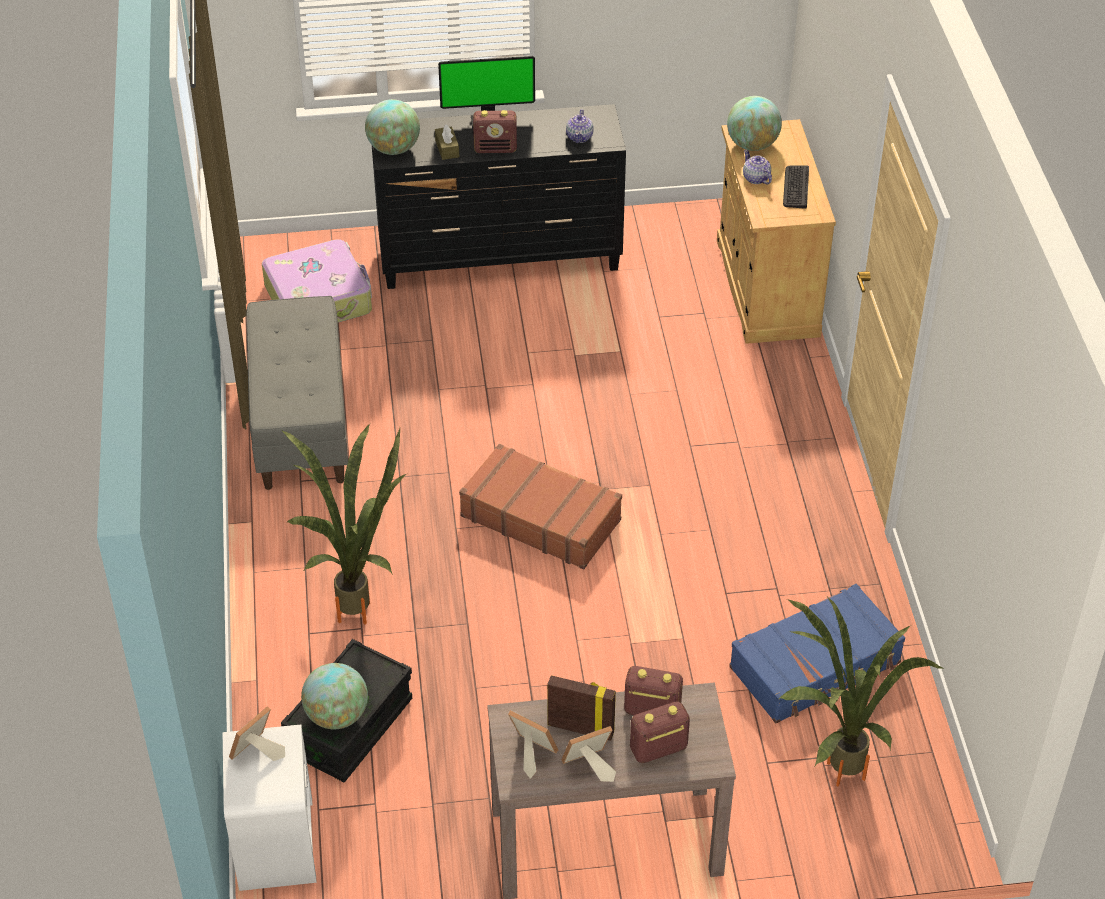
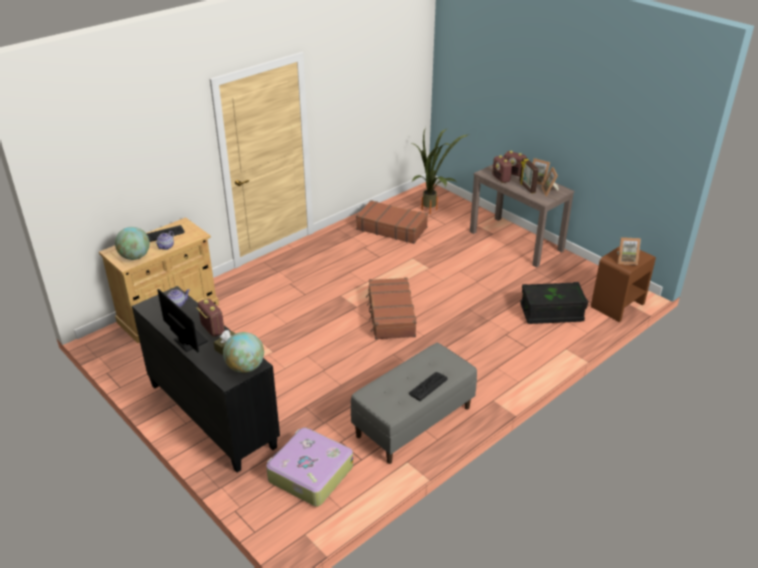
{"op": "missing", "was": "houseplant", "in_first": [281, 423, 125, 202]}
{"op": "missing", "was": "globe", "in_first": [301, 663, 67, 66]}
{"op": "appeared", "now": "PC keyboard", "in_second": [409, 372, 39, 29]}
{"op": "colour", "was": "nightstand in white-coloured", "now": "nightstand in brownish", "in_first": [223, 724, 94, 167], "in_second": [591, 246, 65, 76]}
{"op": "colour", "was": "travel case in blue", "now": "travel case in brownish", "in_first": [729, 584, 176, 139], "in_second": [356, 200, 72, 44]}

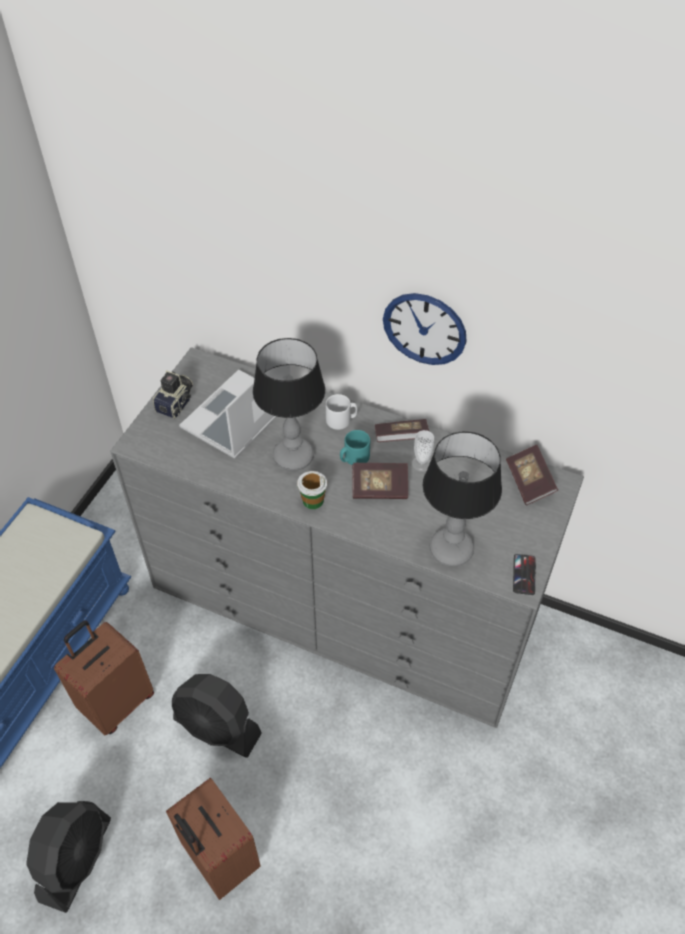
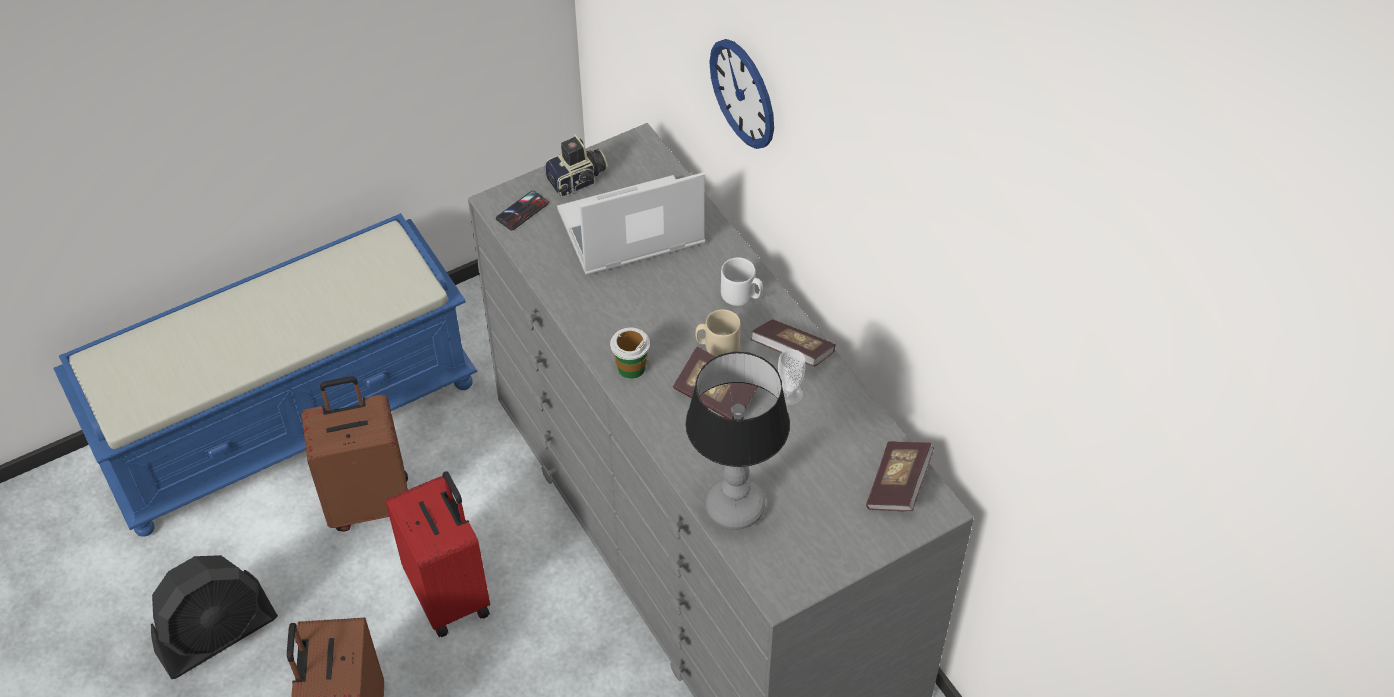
{"op": "missing", "was": "table lamp", "in_first": [253, 338, 72, 133]}
{"op": "relocated", "was": "wall clock", "in_first": [383, 293, 84, 72], "in_second": [710, 39, 64, 110]}
{"op": "relocated", "was": "telephone", "in_first": [513, 554, 23, 41], "in_second": [496, 191, 53, 40]}
{"op": "exchanged", "was": "cooling fan in blackish", "now": "travel case in reddish", "in_first": [172, 674, 90, 84], "in_second": [385, 472, 105, 165]}
{"op": "colour", "was": "coffee mug in blue-green", "now": "coffee mug in beige", "in_first": [340, 430, 30, 35], "in_second": [695, 309, 46, 48]}

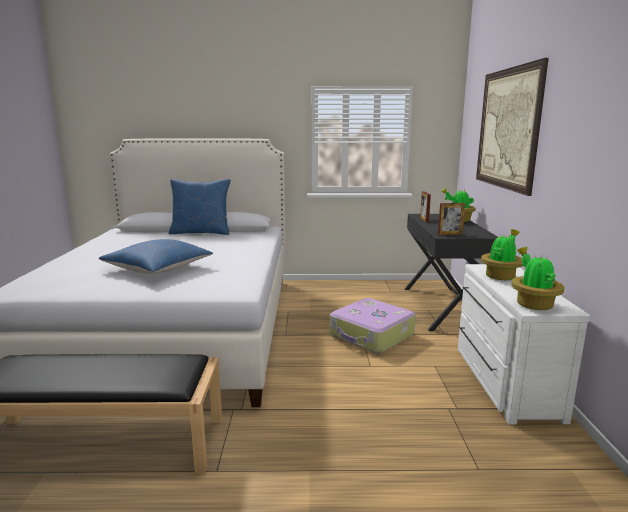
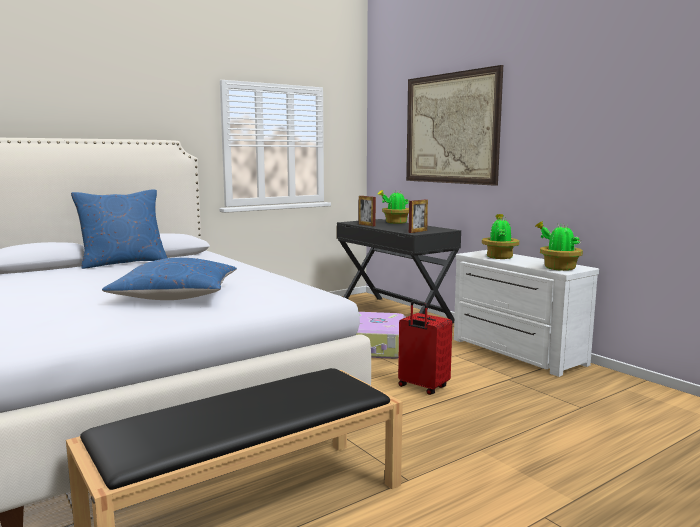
{"op": "appeared", "now": "travel case in reddish", "in_second": [398, 301, 54, 94]}

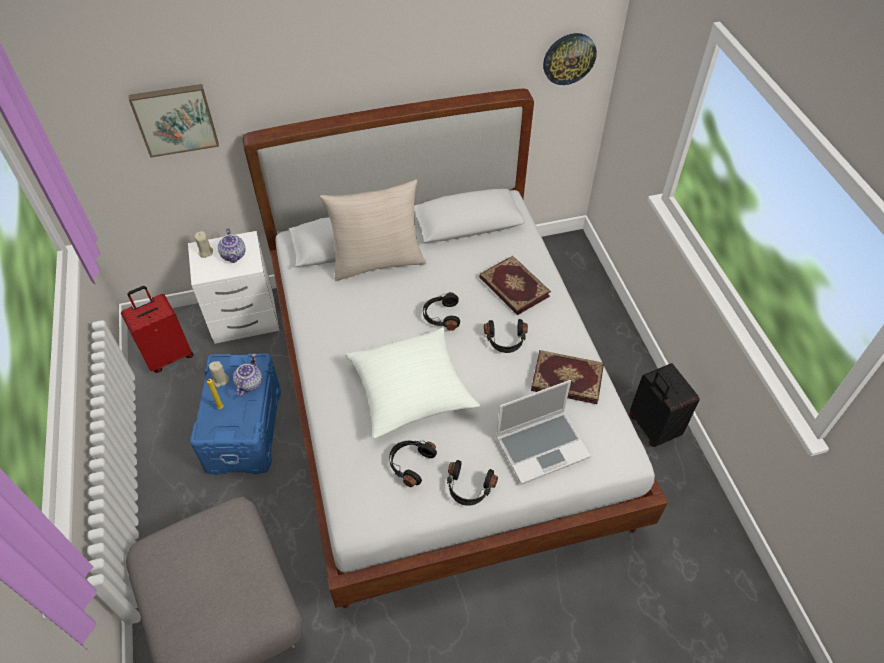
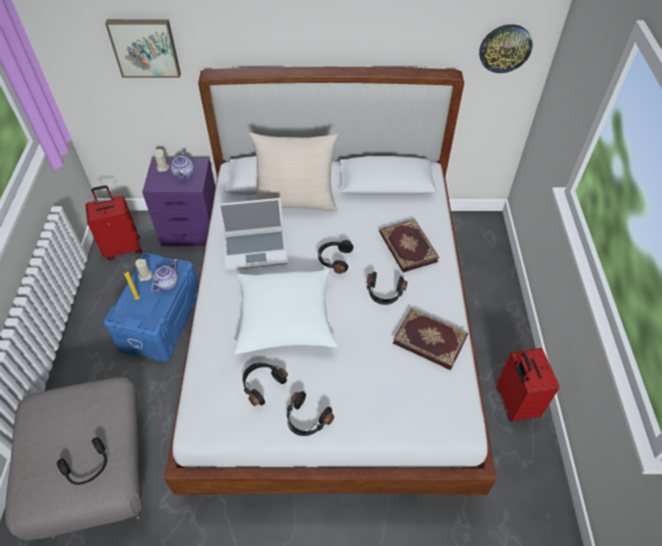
{"op": "appeared", "now": "pair of headphones in blackish", "in_second": [57, 437, 50, 48]}
{"op": "relocated", "was": "notebook computer", "in_first": [496, 380, 95, 105], "in_second": [218, 198, 70, 73]}
{"op": "colour", "was": "nightstand in white-coloured", "now": "nightstand in purple", "in_first": [188, 231, 91, 113], "in_second": [142, 158, 73, 88]}
{"op": "colour", "was": "travel case in blackish", "now": "travel case in reddish", "in_first": [629, 363, 71, 84], "in_second": [496, 348, 63, 73]}

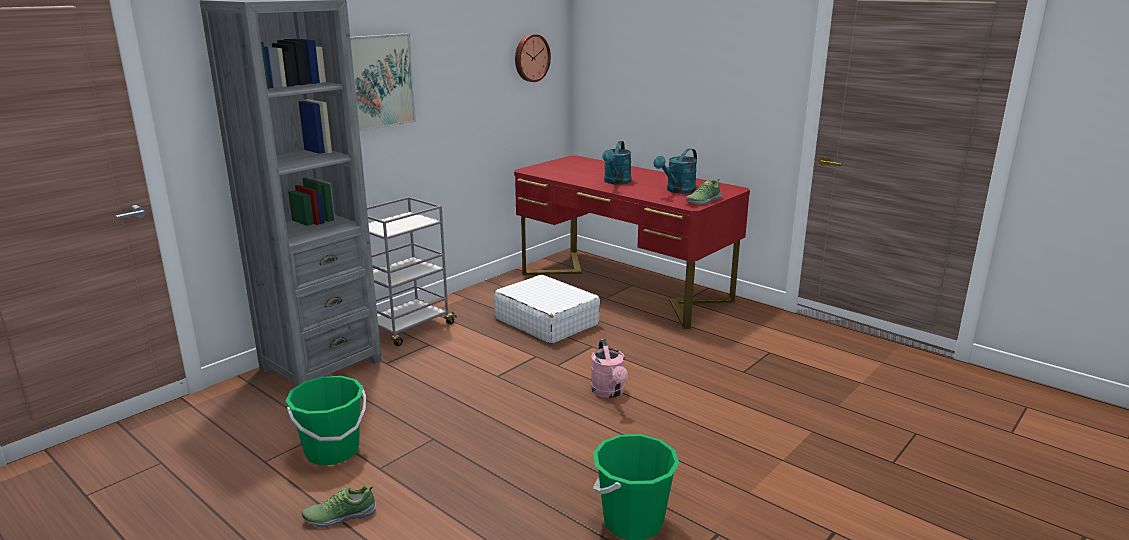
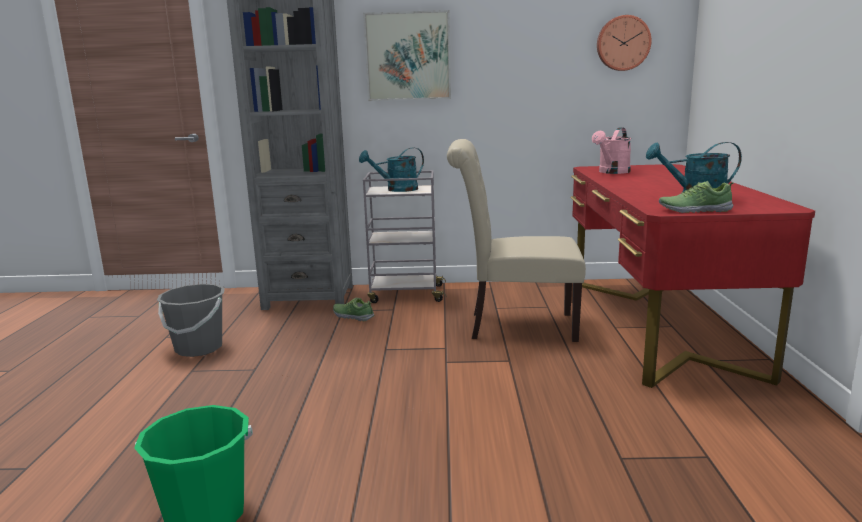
{"op": "relocated", "was": "shoe", "in_first": [302, 486, 74, 42], "in_second": [333, 297, 41, 25]}
{"op": "relocated", "was": "sprinkling can in pinkish", "in_first": [591, 339, 37, 59], "in_second": [592, 127, 39, 47]}
{"op": "relocated", "was": "sprinkling can in blue-green", "in_first": [602, 141, 30, 43], "in_second": [359, 147, 65, 45]}
{"op": "exchanged", "was": "travel case in white-coloured", "now": "upright chair in beige", "in_first": [494, 275, 106, 69], "in_second": [447, 139, 139, 203]}
{"op": "colour", "was": "water bucket in green", "now": "water bucket in gray", "in_first": [285, 376, 81, 89], "in_second": [157, 284, 68, 73]}

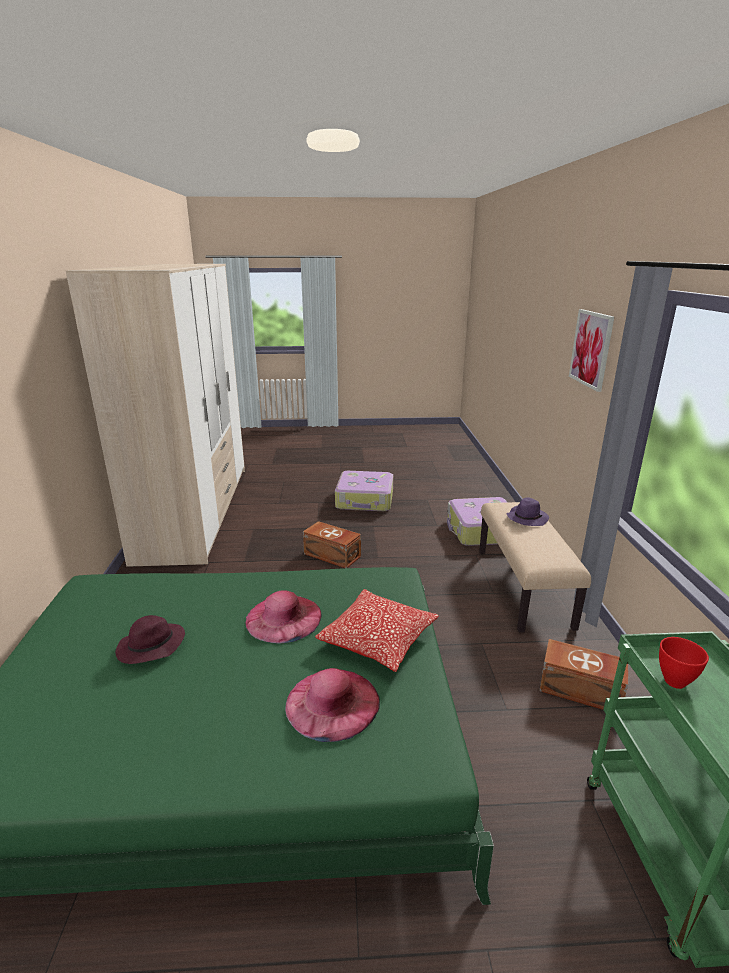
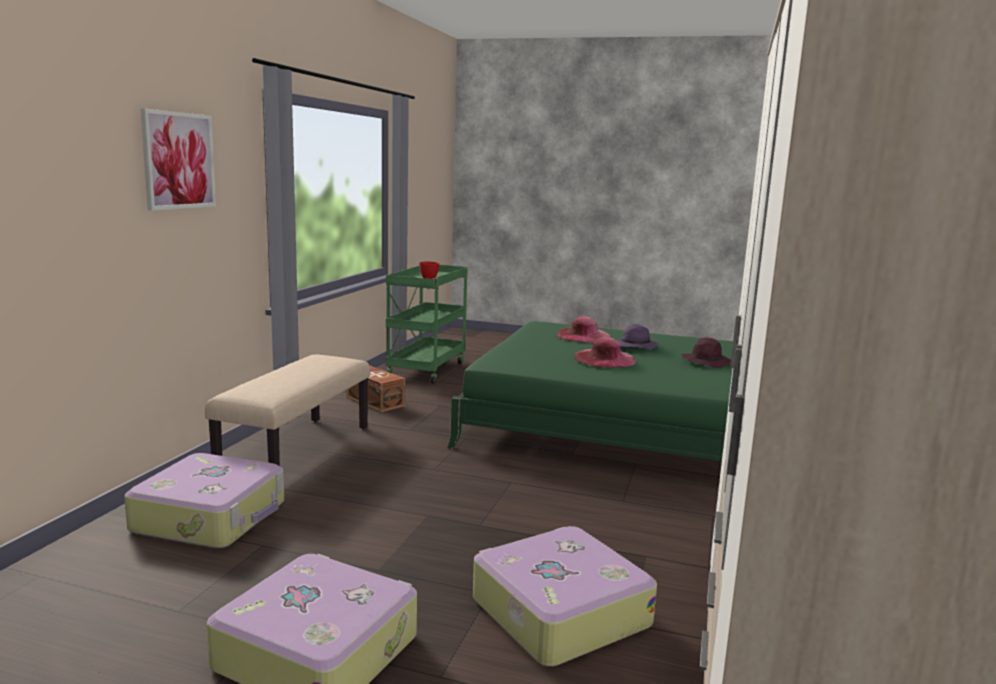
{"op": "missing", "was": "storage bin in brownish", "in_first": [303, 521, 58, 47]}
{"op": "missing", "was": "pillow", "in_first": [315, 589, 124, 83]}
{"op": "appeared", "now": "travel case", "in_second": [473, 526, 184, 141]}
{"op": "relocated", "was": "wearable hat in purple", "in_first": [506, 497, 43, 29], "in_second": [617, 324, 42, 26]}

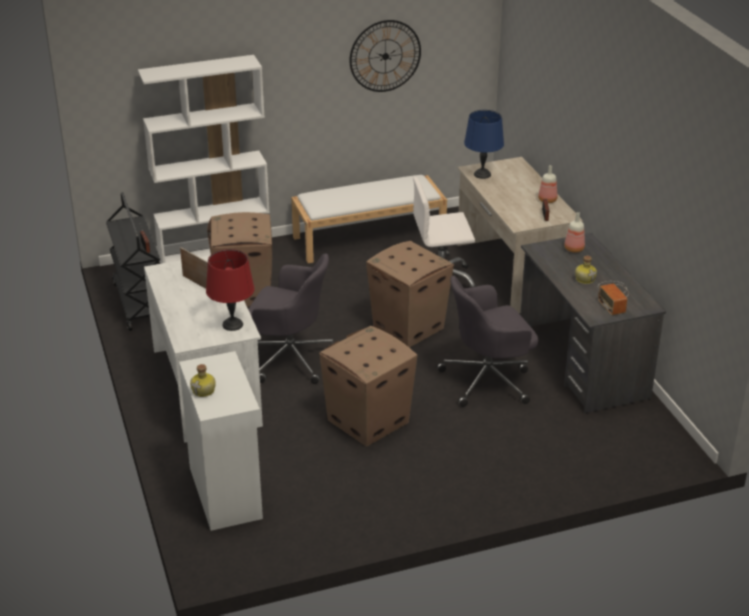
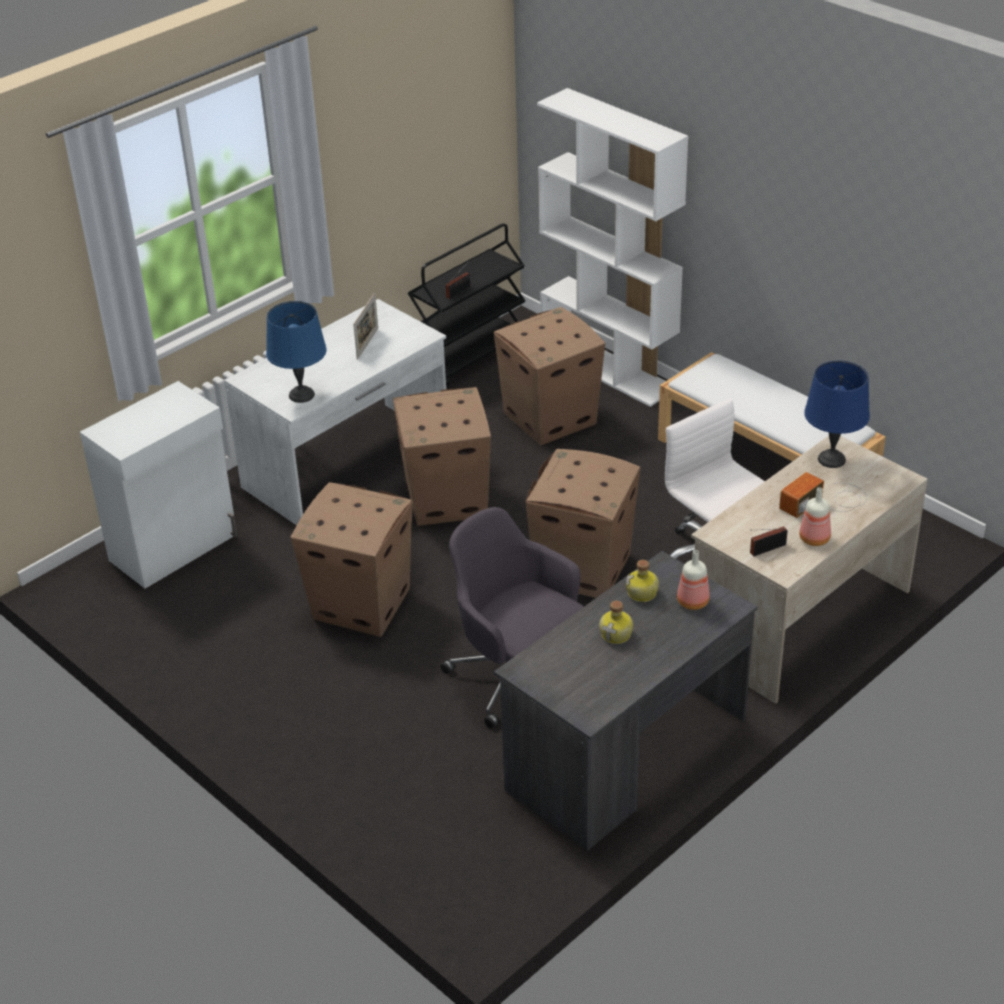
{"op": "missing", "was": "wall clock", "in_first": [350, 20, 71, 72]}
{"op": "relocated", "was": "beverage bottle", "in_first": [190, 364, 26, 33], "in_second": [626, 560, 33, 42]}
{"op": "relocated", "was": "radio", "in_first": [598, 281, 31, 34], "in_second": [779, 472, 88, 46]}
{"op": "exchanged", "was": "desk chair in gray", "now": "packing box", "in_first": [248, 253, 89, 131], "in_second": [393, 387, 98, 139]}
{"op": "colour", "was": "table lamp in reddish", "now": "table lamp in blue", "in_first": [206, 249, 48, 82], "in_second": [266, 301, 61, 102]}

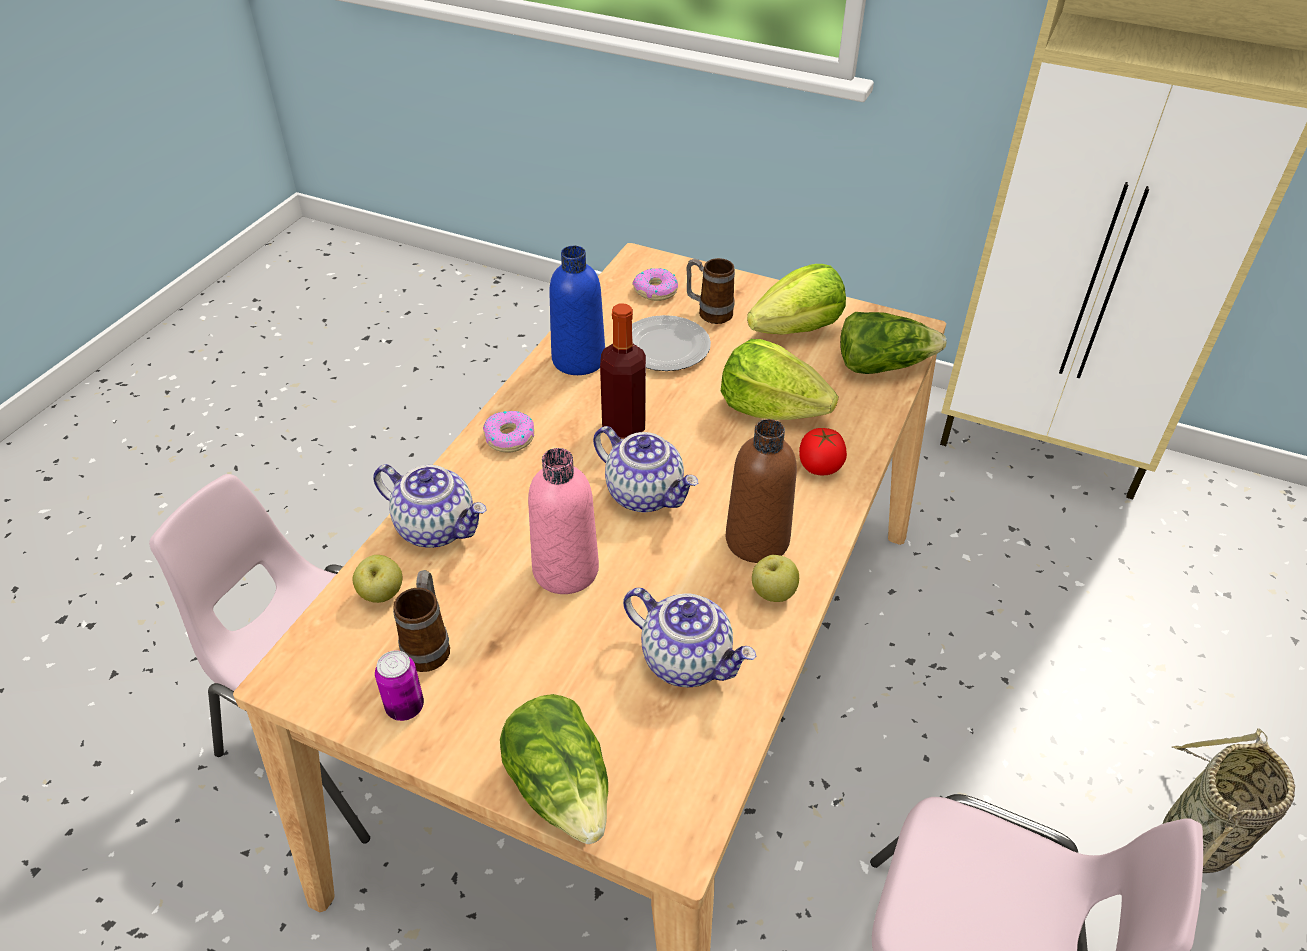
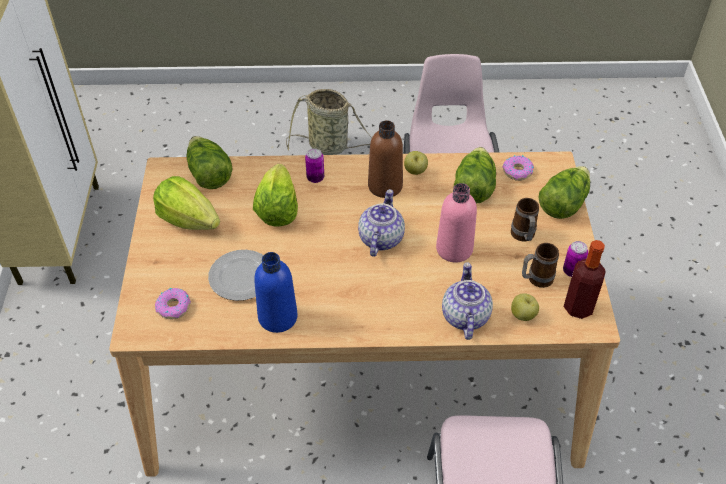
{"op": "relocated", "was": "doughnut", "in_first": [483, 411, 51, 42], "in_second": [502, 155, 32, 26]}
{"op": "relocated", "was": "beverage bottle", "in_first": [600, 304, 46, 135], "in_second": [563, 240, 42, 79]}
{"op": "relocated", "was": "coffee mug", "in_first": [686, 258, 49, 66], "in_second": [511, 198, 28, 43]}
{"op": "exchanged", "was": "tea pot", "now": "lettuce", "in_first": [623, 588, 134, 99], "in_second": [454, 147, 42, 57]}
{"op": "exchanged", "was": "fresh tomato", "now": "can", "in_first": [799, 428, 48, 47], "in_second": [305, 148, 19, 35]}

